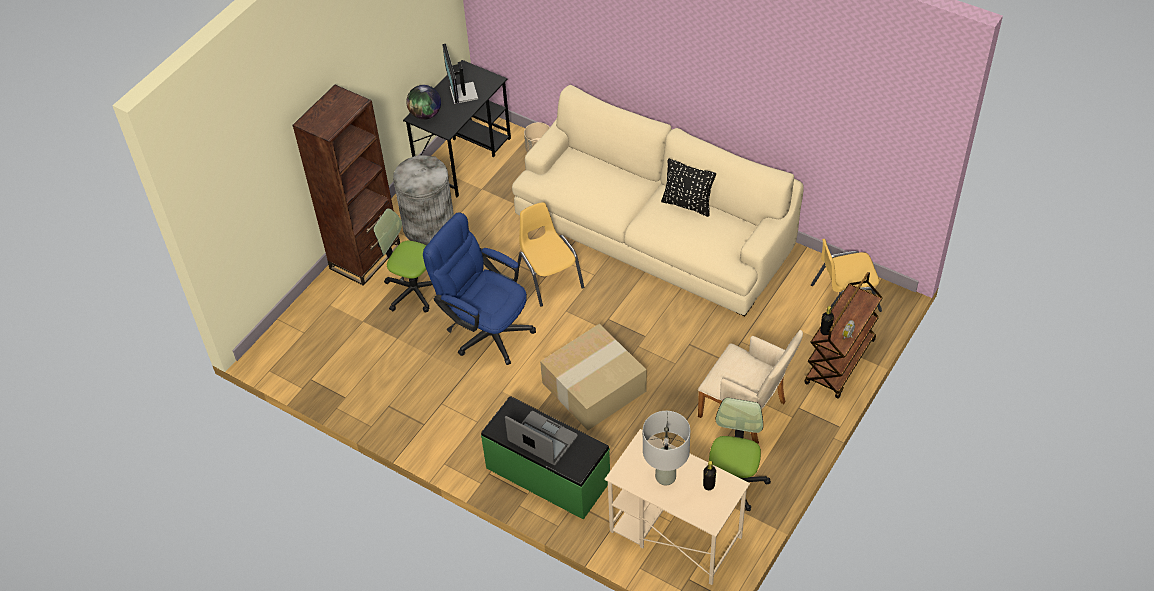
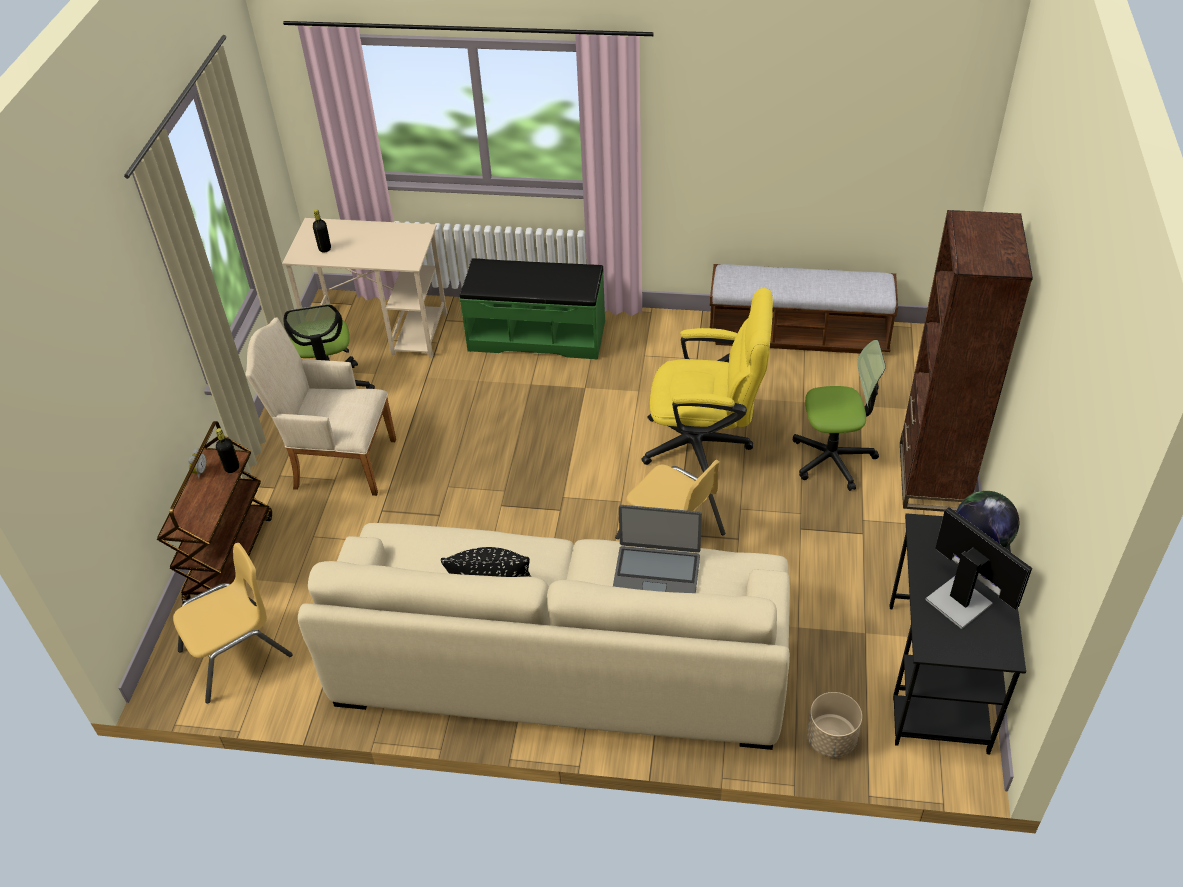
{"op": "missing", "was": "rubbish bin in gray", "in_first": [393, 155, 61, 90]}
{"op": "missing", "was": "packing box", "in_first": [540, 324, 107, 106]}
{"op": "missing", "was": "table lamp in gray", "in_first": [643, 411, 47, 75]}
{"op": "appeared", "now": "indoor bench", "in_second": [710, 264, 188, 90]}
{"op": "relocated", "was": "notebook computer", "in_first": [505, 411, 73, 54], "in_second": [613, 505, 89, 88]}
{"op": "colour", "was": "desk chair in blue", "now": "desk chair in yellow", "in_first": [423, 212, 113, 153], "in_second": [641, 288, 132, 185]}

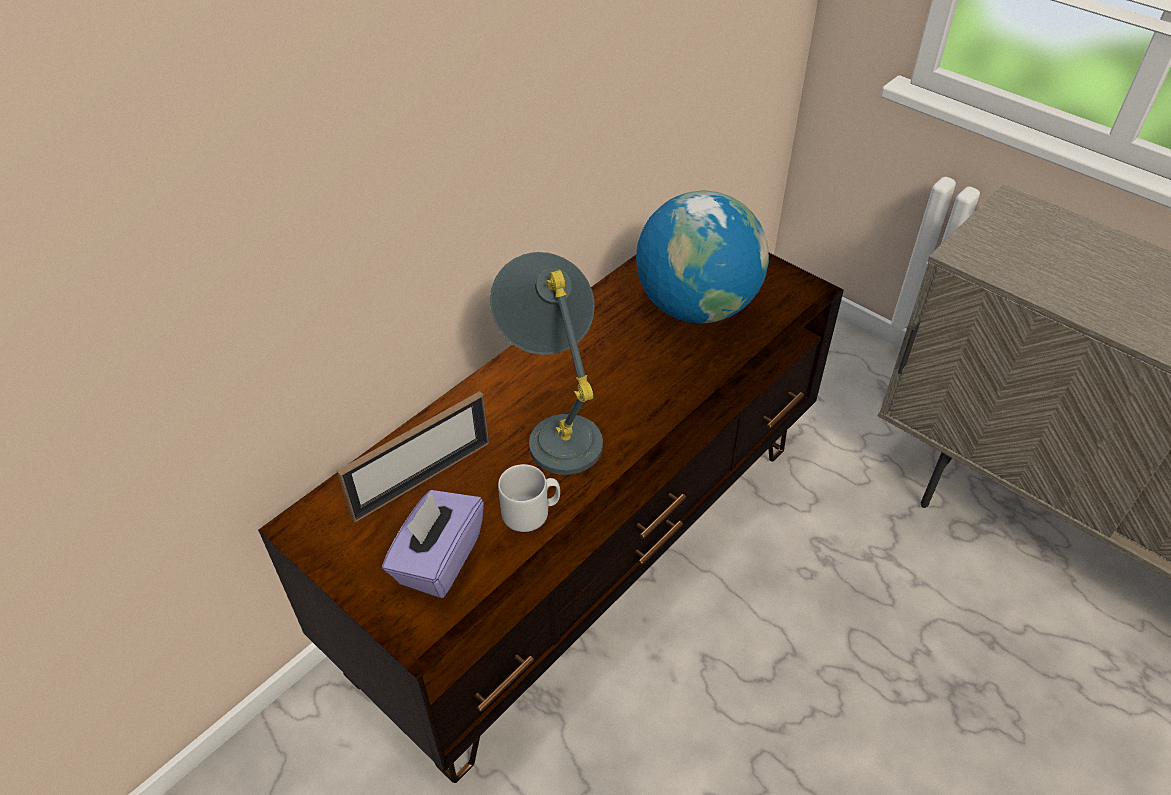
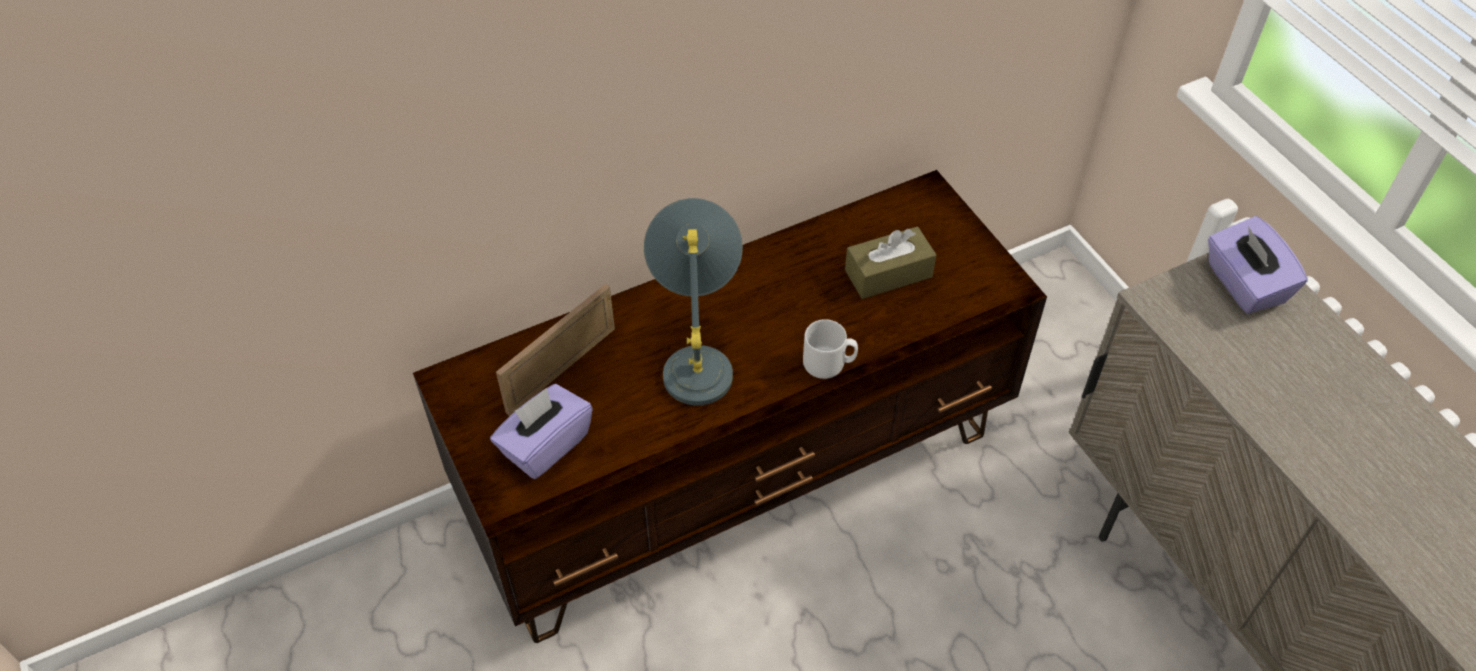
{"op": "appeared", "now": "box of tissues in purple", "in_second": [1208, 216, 100, 98]}
{"op": "relocated", "was": "coffee mug in gray", "in_first": [498, 464, 62, 68], "in_second": [803, 319, 55, 60]}
{"op": "exchanged", "was": "globe", "now": "box of tissues in brownish", "in_first": [636, 190, 133, 134], "in_second": [845, 226, 91, 73]}
{"op": "spun", "was": "standing frame", "in_first": [337, 391, 152, 131], "in_second": [496, 284, 119, 132], "clockwise": 150}

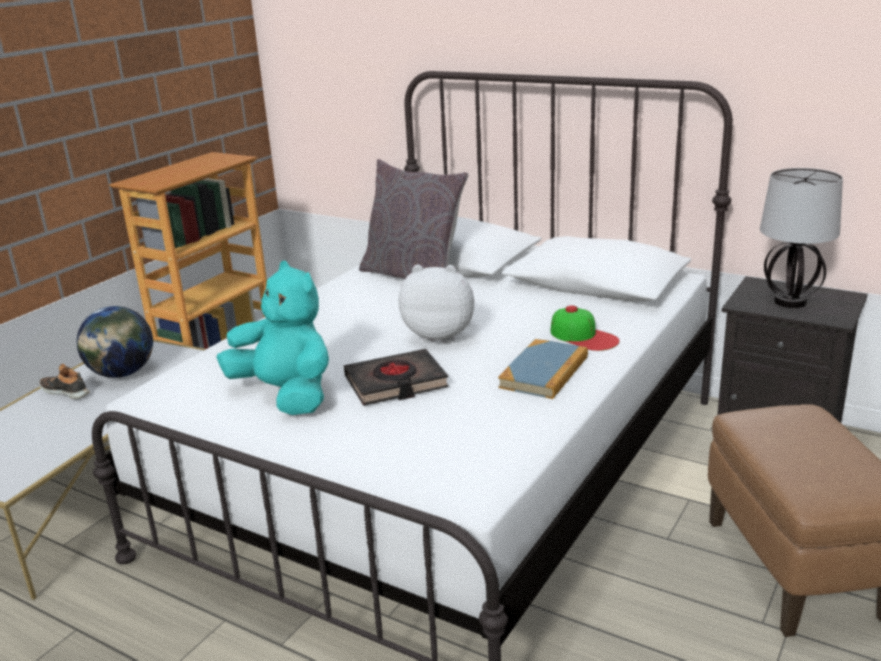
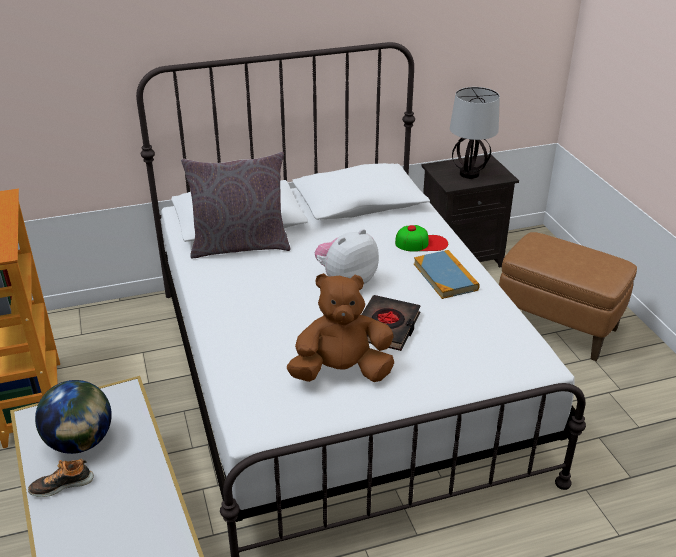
{"op": "colour", "was": "cuddly toy in blue-green", "now": "cuddly toy in brownish", "in_first": [216, 261, 113, 154], "in_second": [287, 273, 107, 109]}

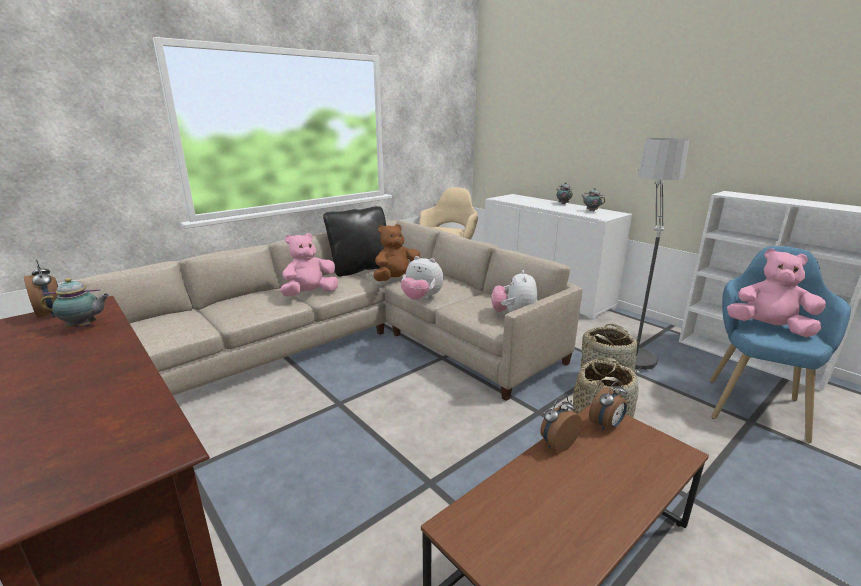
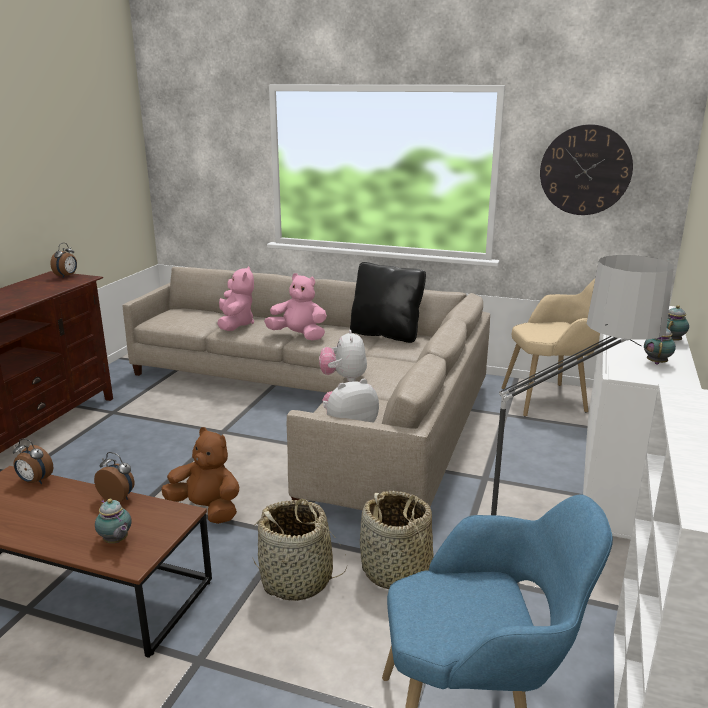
{"op": "appeared", "now": "wall clock", "in_second": [540, 124, 93, 91]}
{"op": "relocated", "was": "tea pot", "in_first": [40, 278, 70, 50], "in_second": [95, 499, 37, 44]}
{"op": "relocated", "was": "cuddly toy in brownish", "in_first": [373, 224, 47, 57], "in_second": [161, 427, 78, 97]}
{"op": "relocated", "was": "table clock", "in_first": [589, 380, 38, 51], "in_second": [13, 438, 40, 46]}
{"op": "relocated", "was": "cuddly toy in pinkish", "in_first": [727, 249, 99, 88], "in_second": [217, 266, 37, 65]}

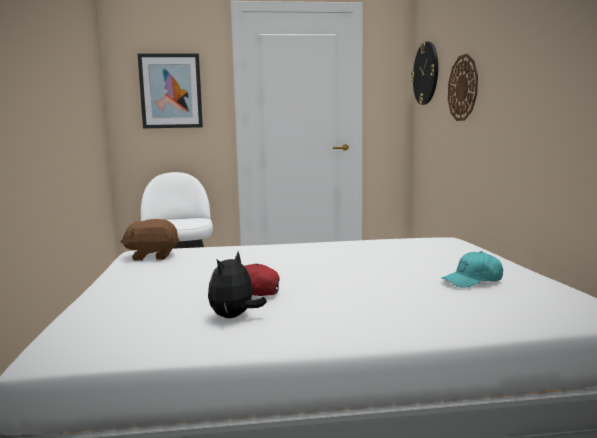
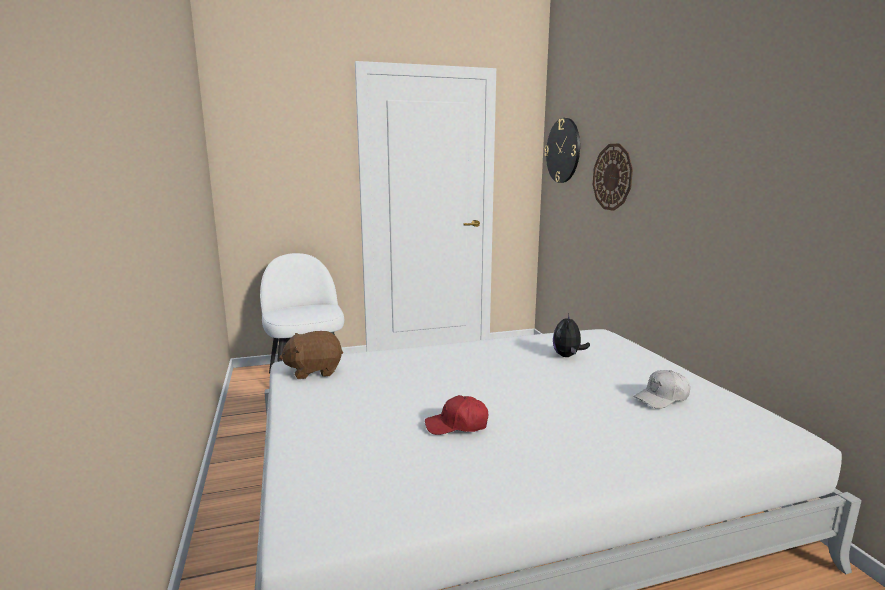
{"op": "missing", "was": "wall picture", "in_first": [138, 53, 65, 75]}
{"op": "relocated", "was": "cuddly toy", "in_first": [208, 252, 59, 66], "in_second": [553, 313, 37, 44]}
{"op": "colour", "was": "baseball cap in blue-green", "now": "baseball cap in white-coloured", "in_first": [442, 251, 61, 37], "in_second": [633, 370, 57, 39]}

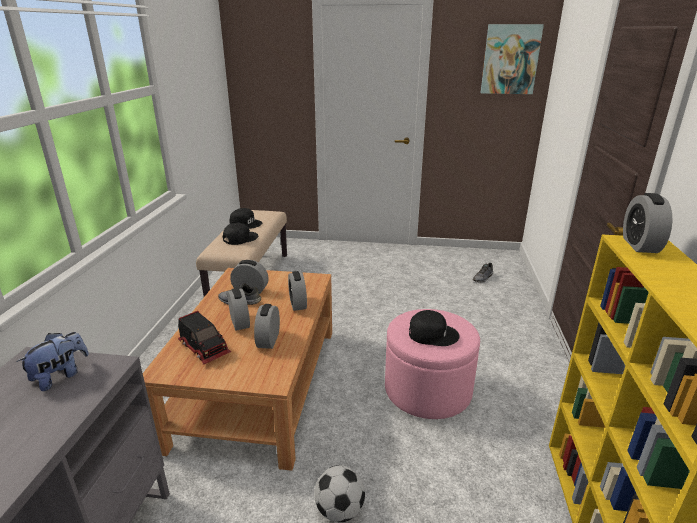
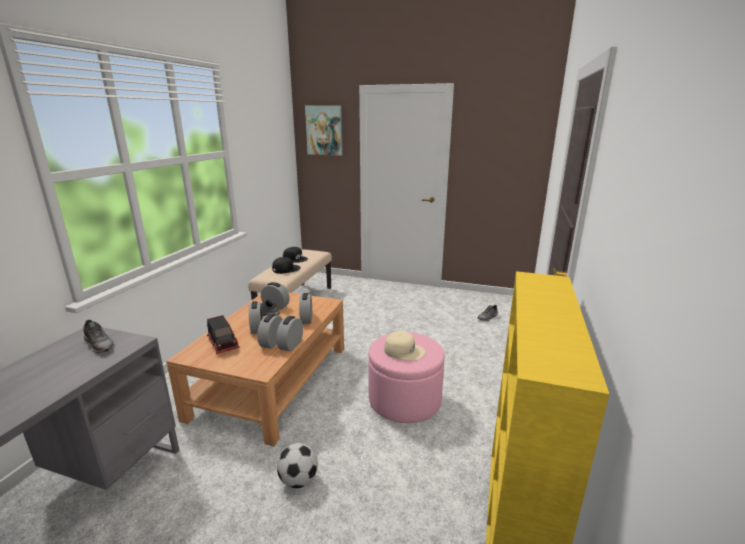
{"op": "relocated", "was": "wall picture", "in_first": [481, 24, 63, 70], "in_second": [305, 105, 38, 50]}
{"op": "relocated", "was": "table clock", "in_first": [623, 193, 50, 60], "in_second": [276, 316, 27, 35]}
{"op": "exchanged", "was": "cuddly toy", "now": "shoe in gray", "in_first": [16, 332, 73, 59], "in_second": [83, 320, 32, 33]}
{"op": "colour", "was": "baseball cap in blackish", "now": "baseball cap in beige", "in_first": [409, 310, 51, 36], "in_second": [384, 331, 42, 30]}

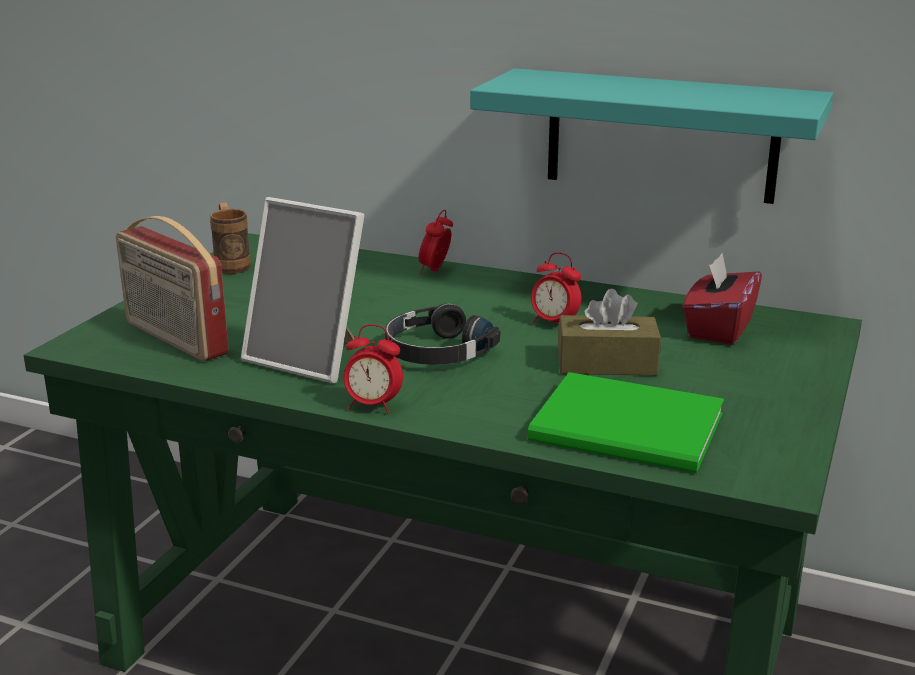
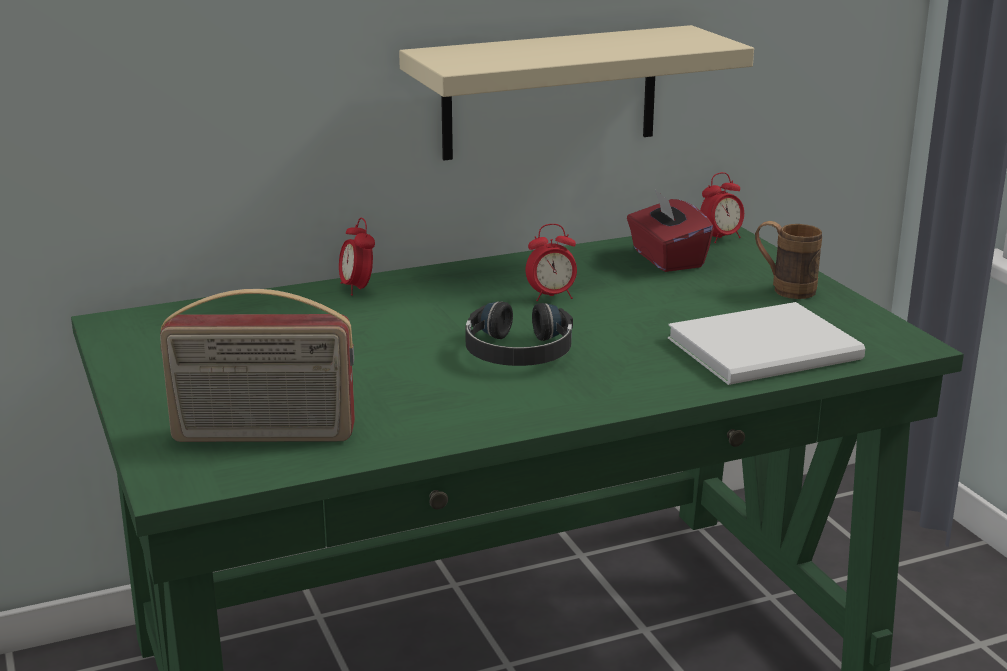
{"op": "missing", "was": "standing frame", "in_first": [241, 197, 123, 186]}
{"op": "missing", "was": "box of tissues in brownish", "in_first": [558, 289, 103, 87]}
{"op": "relocated", "was": "coffee mug in brownish", "in_first": [210, 202, 41, 72], "in_second": [755, 221, 67, 78]}
{"op": "relocated", "was": "table clock", "in_first": [344, 324, 59, 90], "in_second": [700, 172, 44, 71]}
{"op": "colour", "was": "bracket shelf in blue-green", "now": "bracket shelf in beige", "in_first": [470, 68, 363, 136], "in_second": [399, 25, 355, 135]}
{"op": "colour", "was": "bound book in green", "now": "bound book in white-coloured", "in_first": [528, 372, 196, 101], "in_second": [668, 302, 197, 83]}

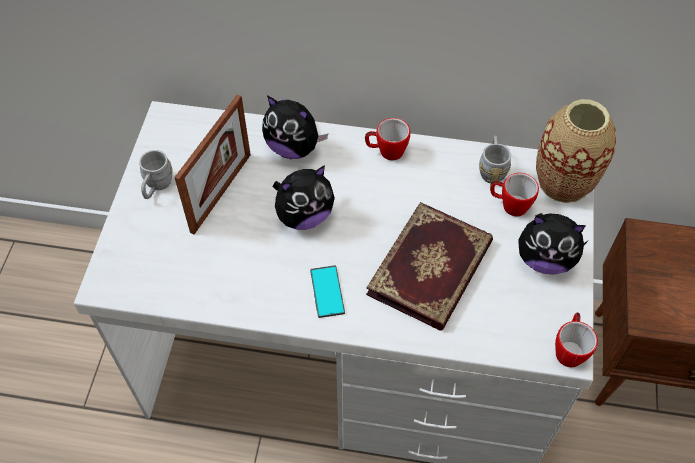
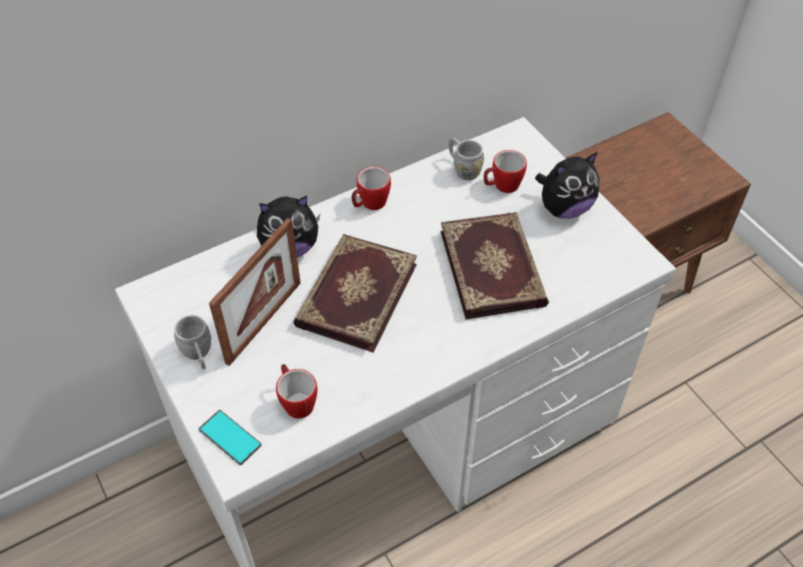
{"op": "missing", "was": "decorative vase", "in_first": [536, 99, 80, 104]}
{"op": "relocated", "was": "telephone", "in_first": [310, 265, 35, 53], "in_second": [199, 410, 63, 55]}
{"op": "relocated", "was": "coffee mug", "in_first": [555, 312, 43, 55], "in_second": [276, 364, 41, 55]}
{"op": "exchanged", "was": "cuddly toy", "now": "bound book", "in_first": [273, 165, 62, 65], "in_second": [293, 234, 124, 119]}
{"op": "spun", "was": "standing frame", "in_first": [174, 95, 77, 139], "in_second": [209, 218, 92, 148], "clockwise": 45}

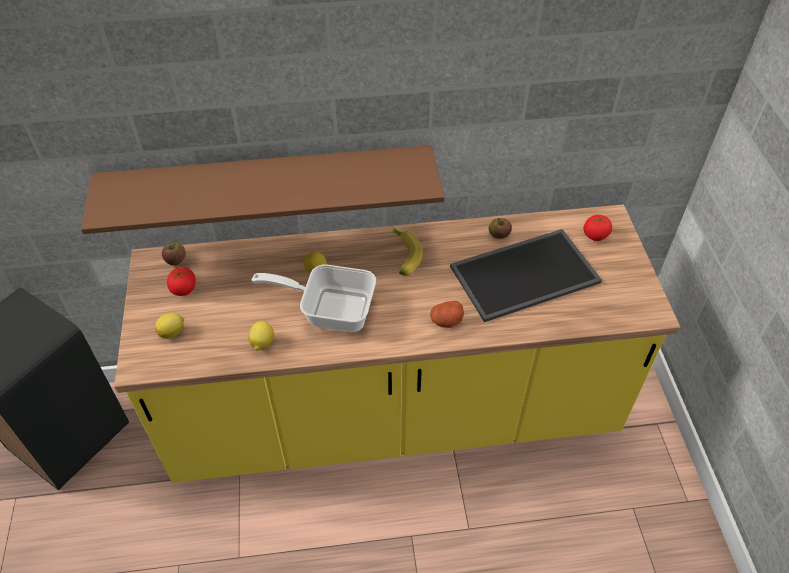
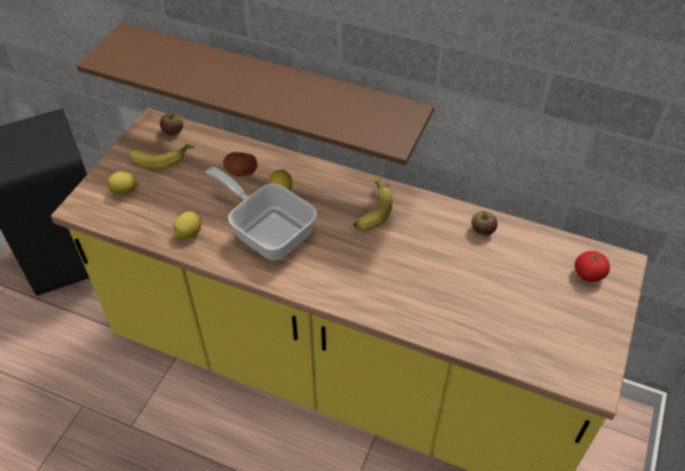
{"op": "missing", "was": "serving tray", "in_first": [450, 229, 152, 93]}
{"op": "relocated", "was": "whole potato", "in_first": [430, 301, 34, 27], "in_second": [223, 152, 34, 24]}
{"op": "exchanged", "was": "fresh tomato", "now": "banana fruit", "in_first": [167, 267, 29, 29], "in_second": [129, 144, 66, 27]}

